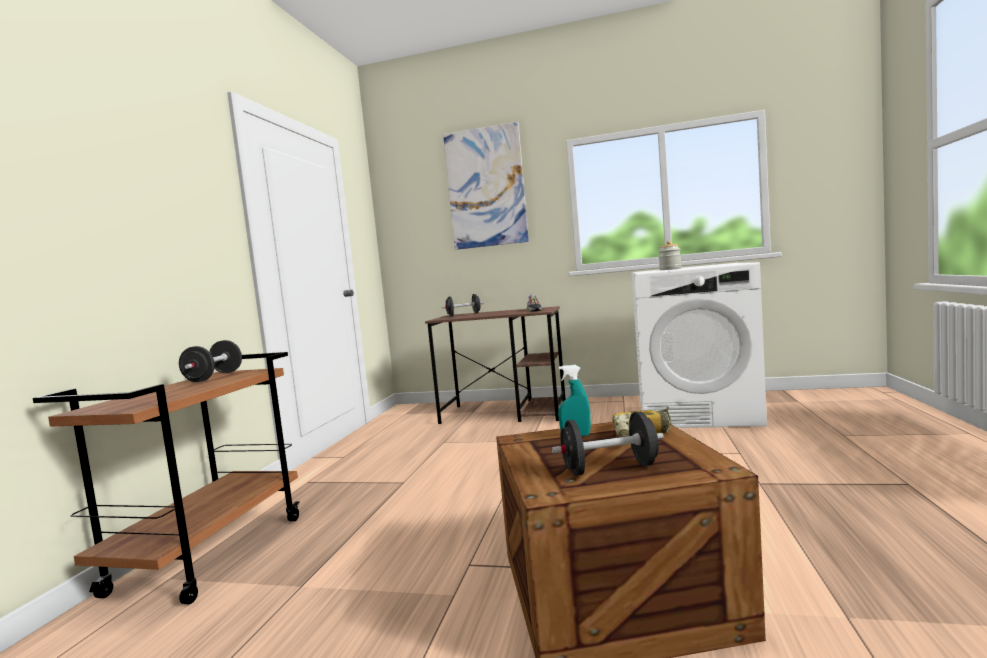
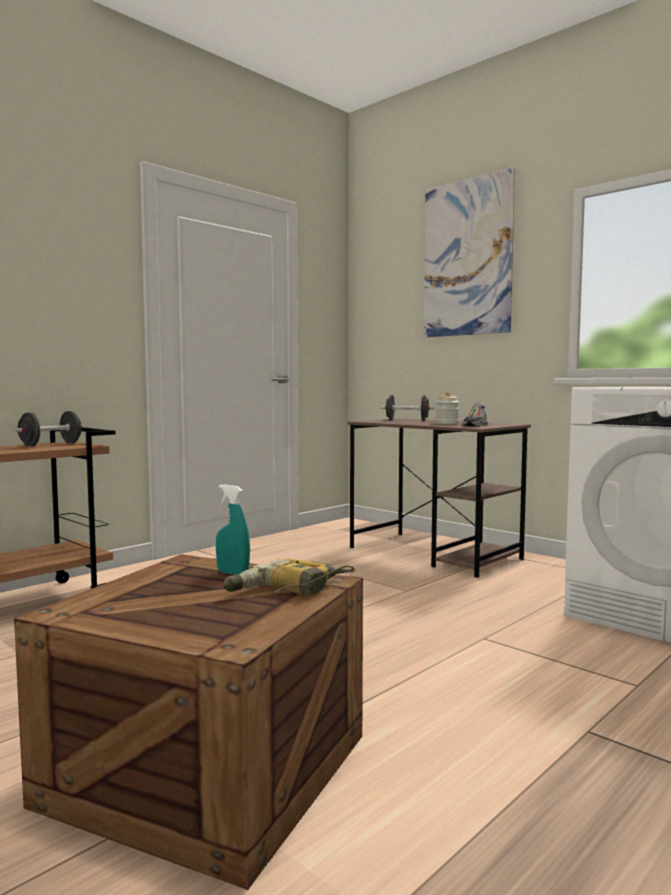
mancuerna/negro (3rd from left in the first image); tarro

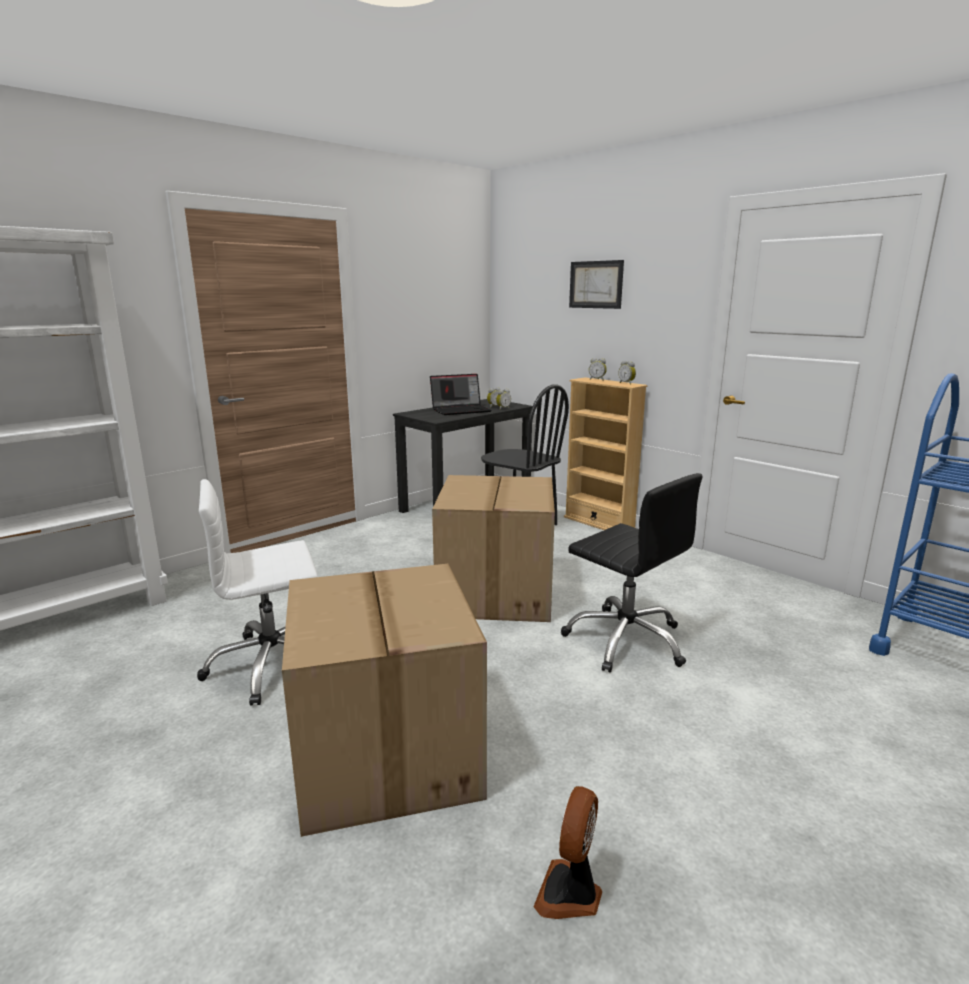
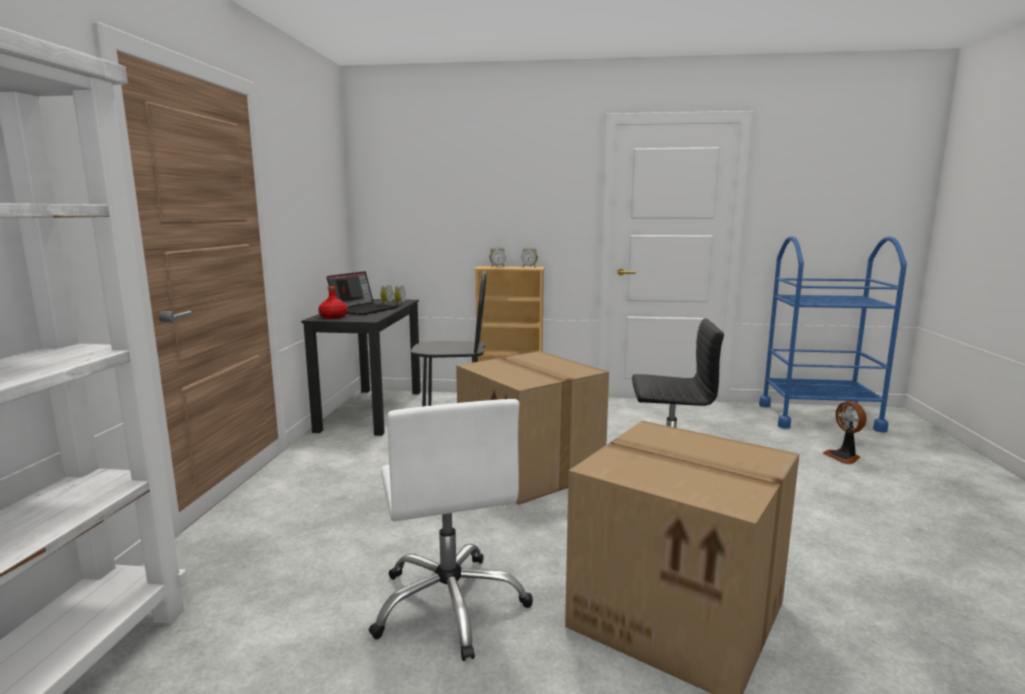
silla de oficina/blanco; ventilador; cuadro; botella/rojo

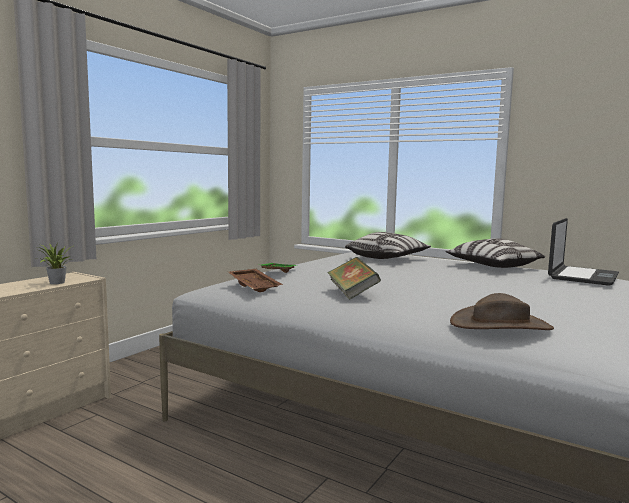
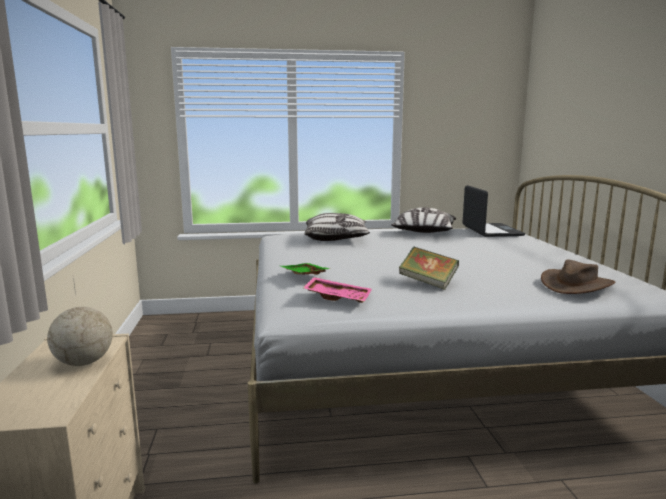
globo terráqueo; bandeja/rosa

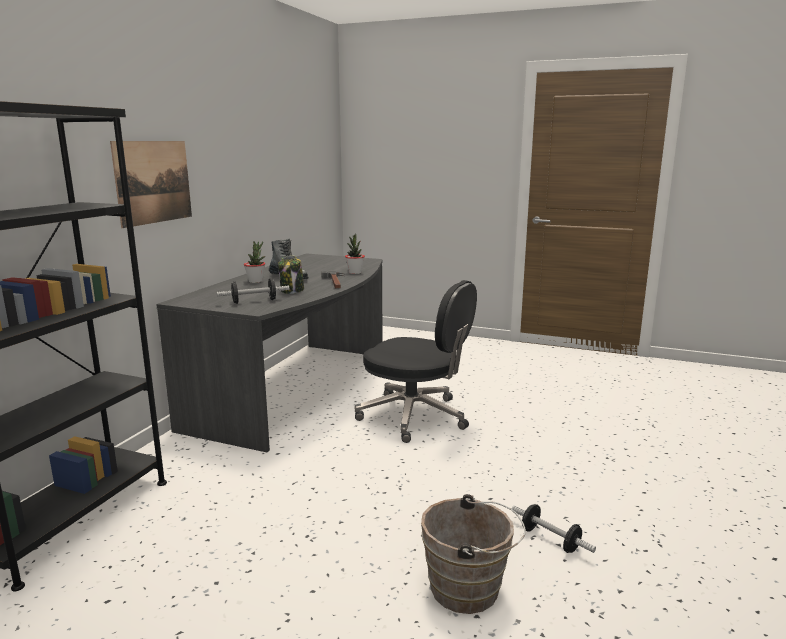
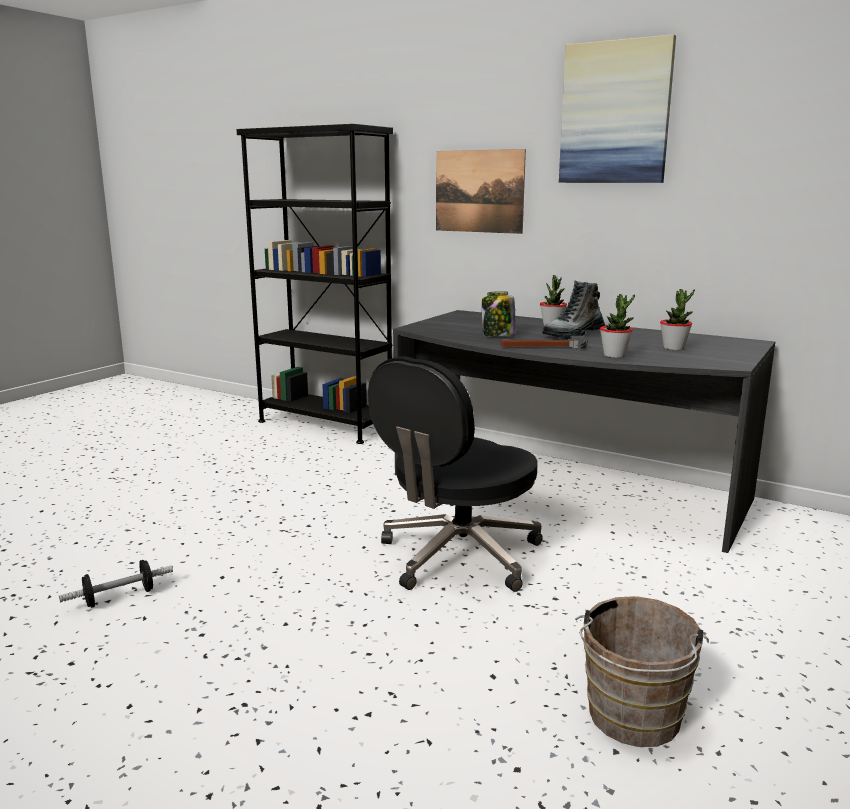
mancuerna (1st from left in the first image); cubo/marrón; cuadro (2nd from left); planta en maceta (3rd from left)

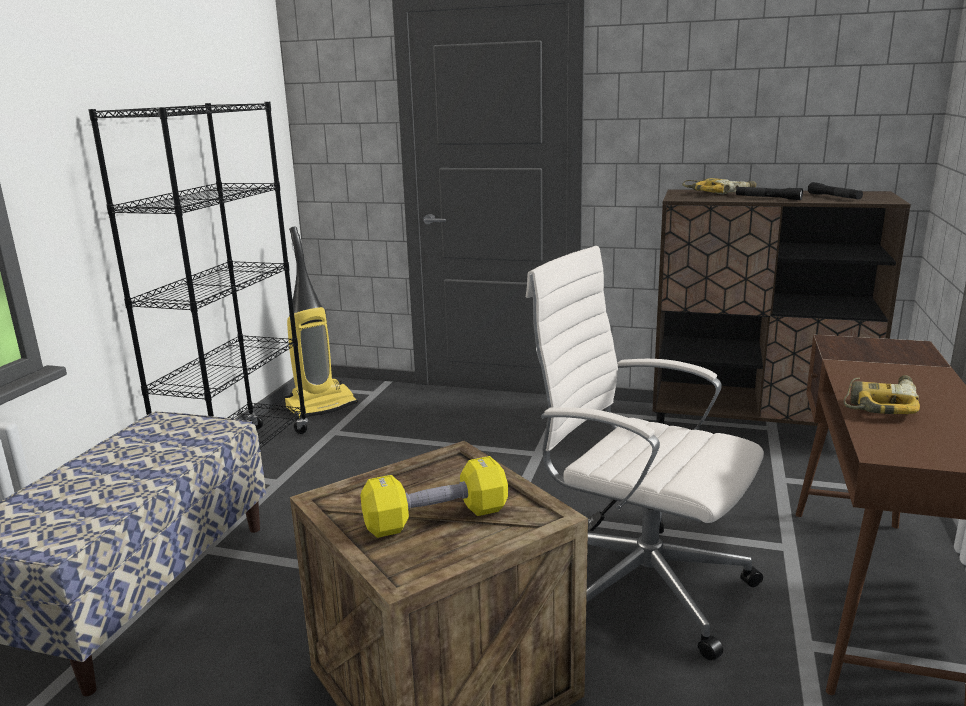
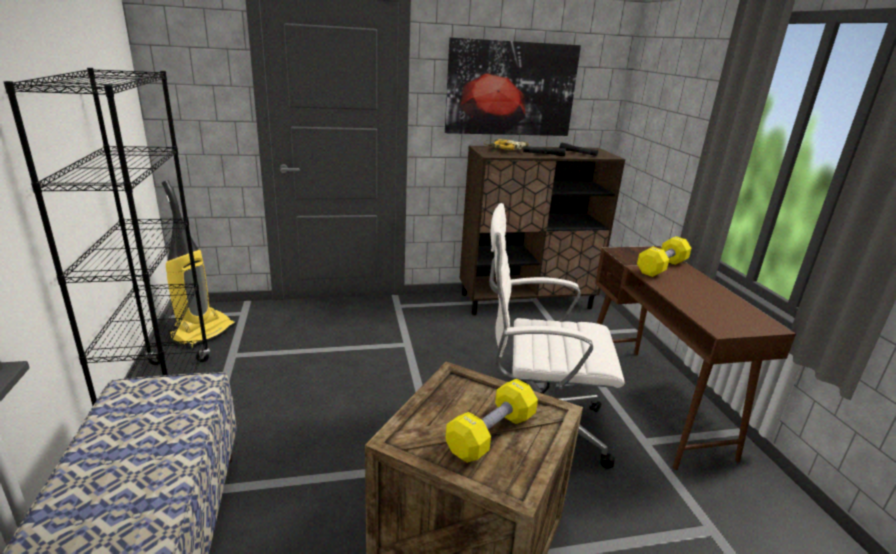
taladro (2nd from left in the first image); cuadro; mancuerna/amarillo (2nd from left)

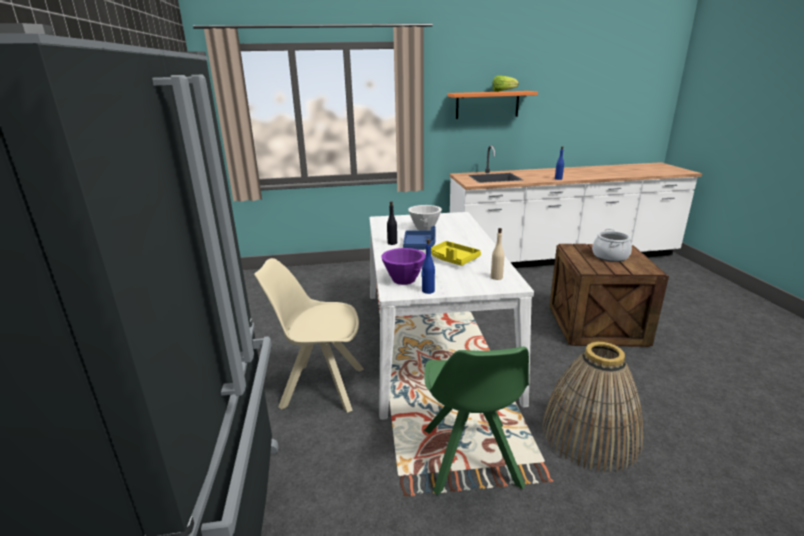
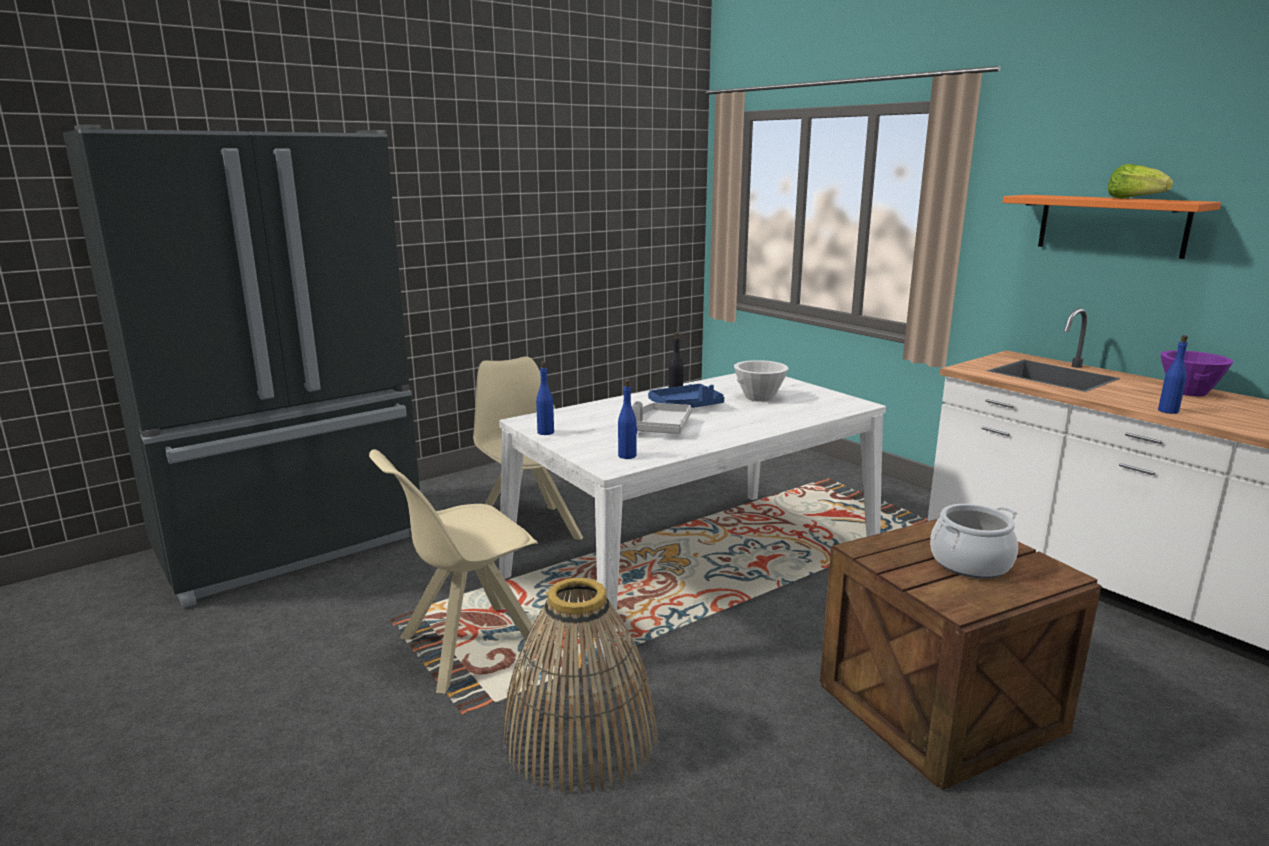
cuenco/morado; silla/beis (1st from left); bandeja/gris; botella/azul (2nd from left)

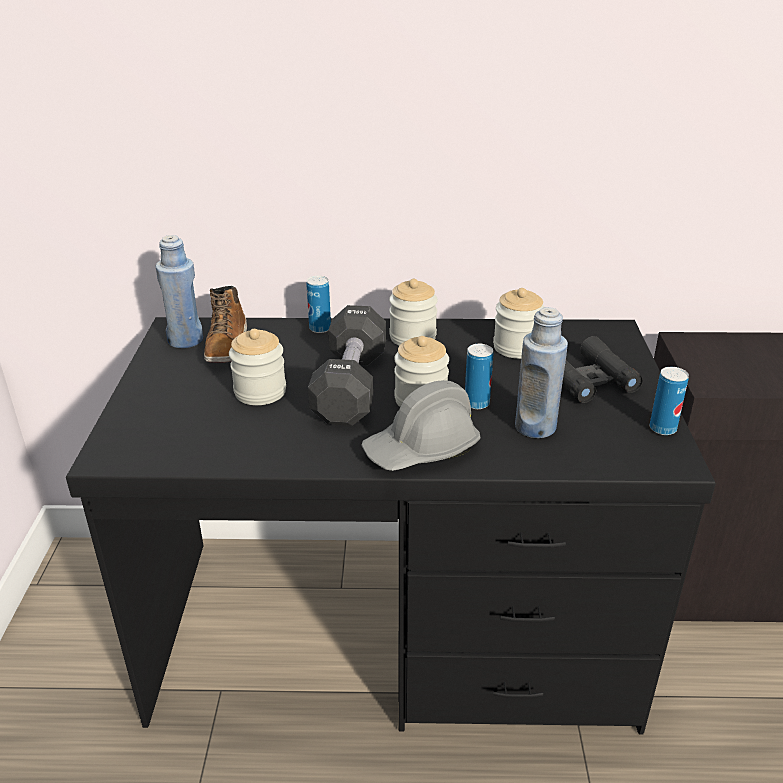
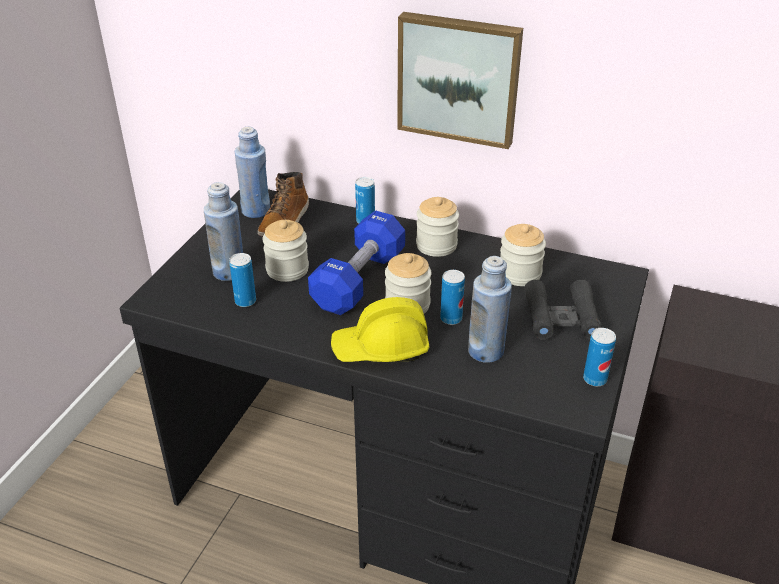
mancuerna/azul; casco/amarillo; botella/azul (1st from left); lata (1st from left); cuadro

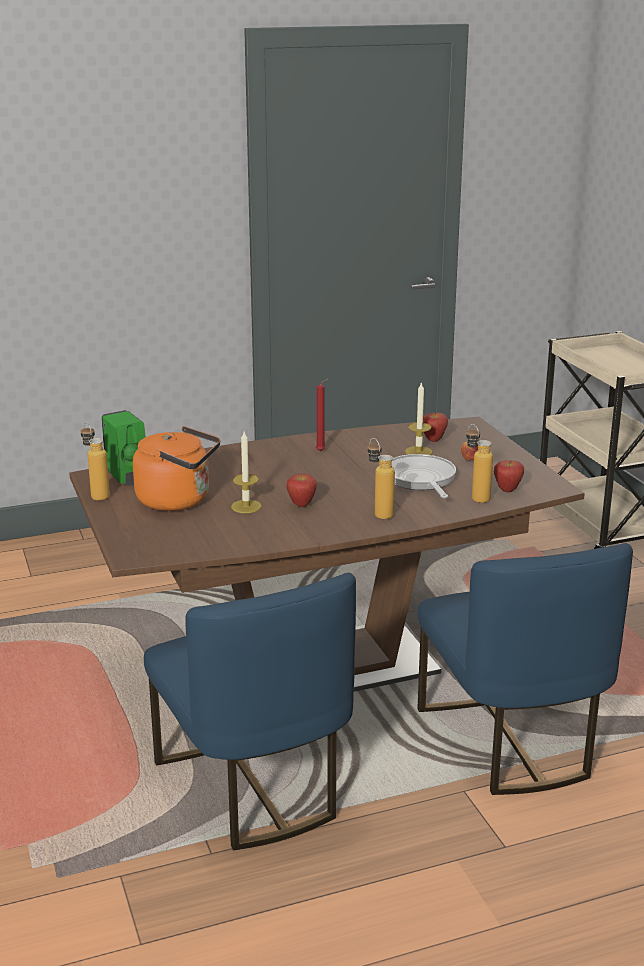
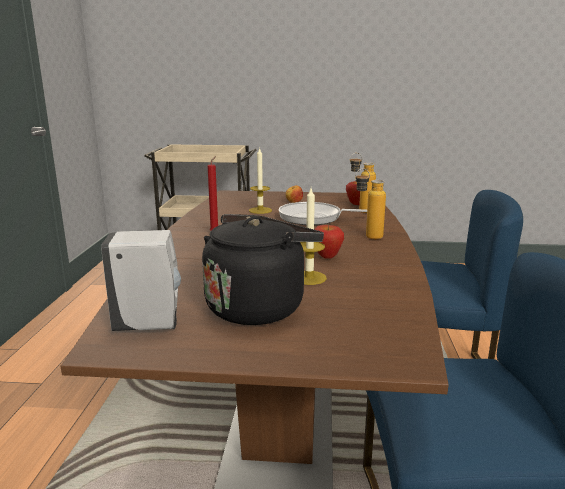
botella (1st from left in the first image); dispensador de jabón/blanco; hervidor/negro; manzana (2nd from left in the first image)

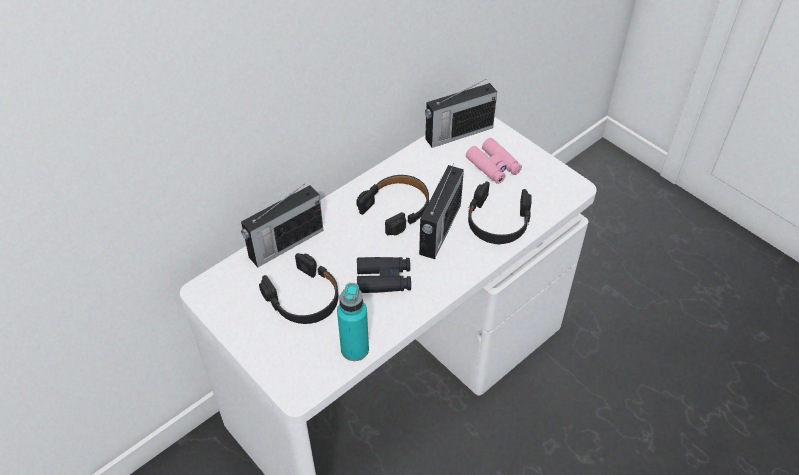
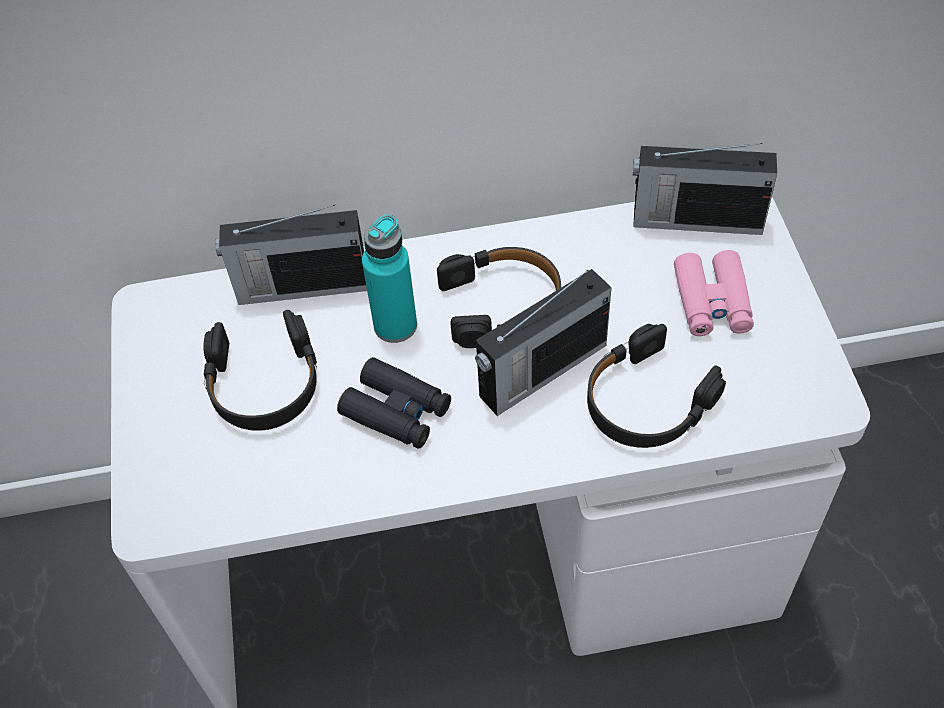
botella/turquesa

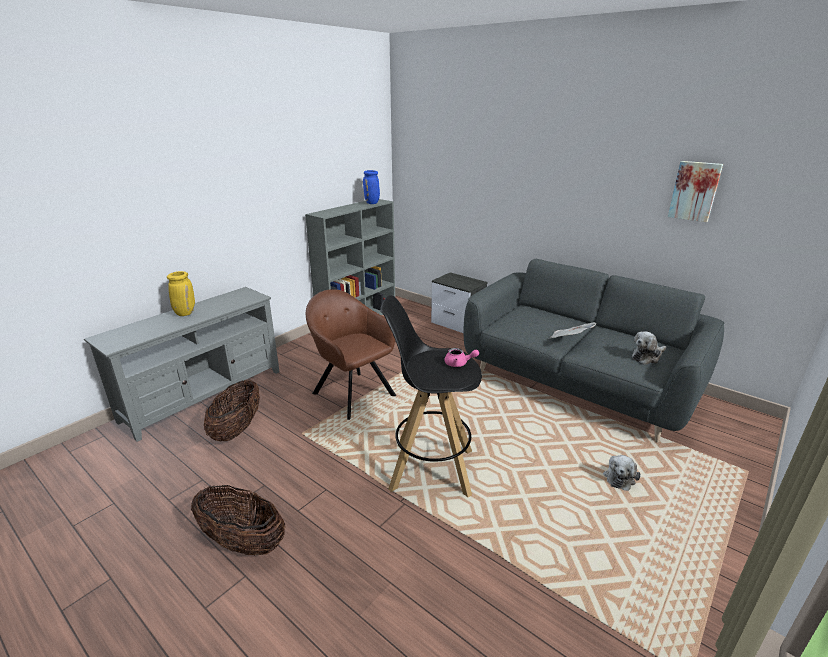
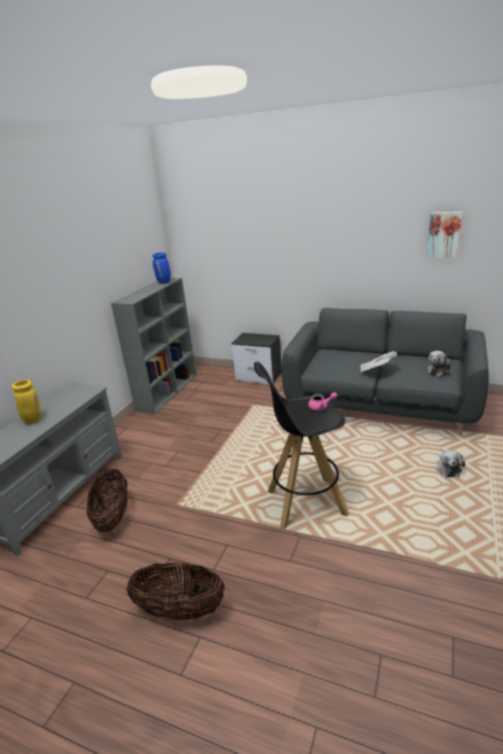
sillón/marrón

